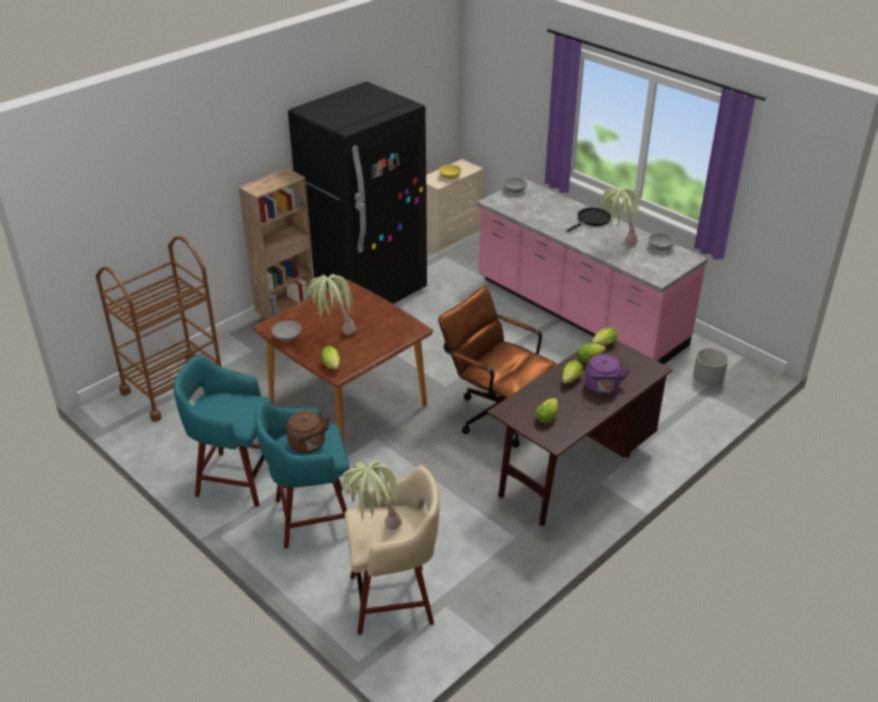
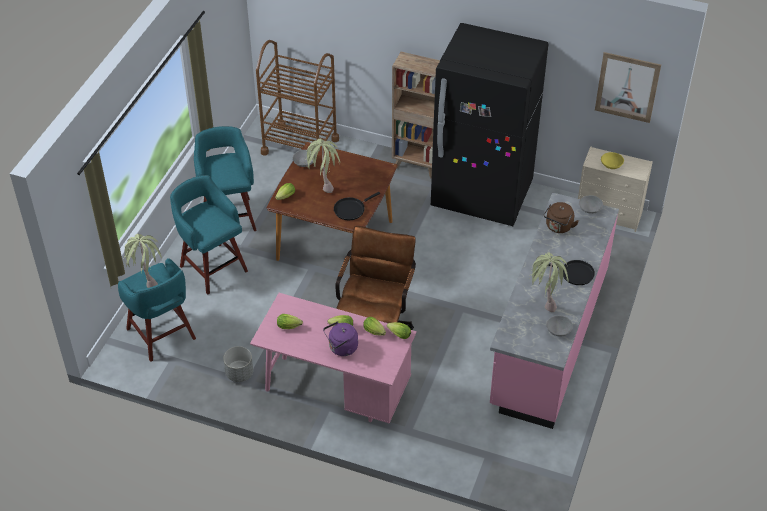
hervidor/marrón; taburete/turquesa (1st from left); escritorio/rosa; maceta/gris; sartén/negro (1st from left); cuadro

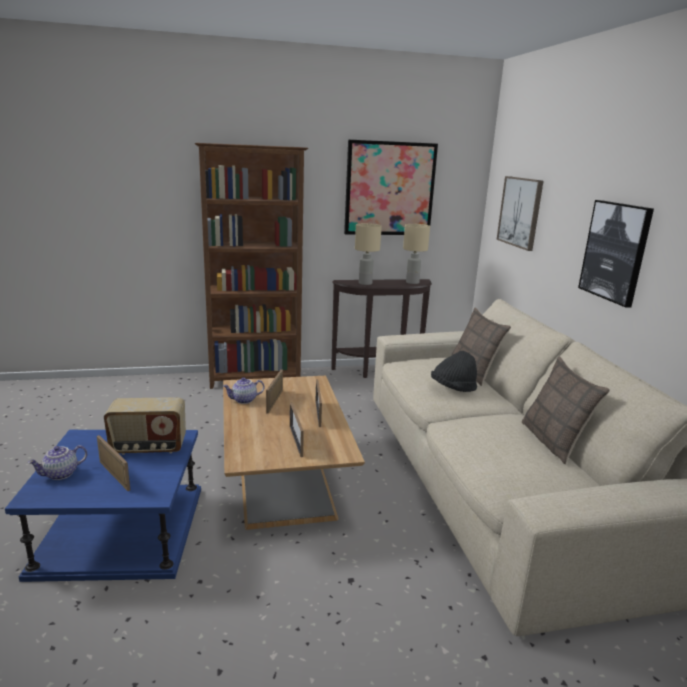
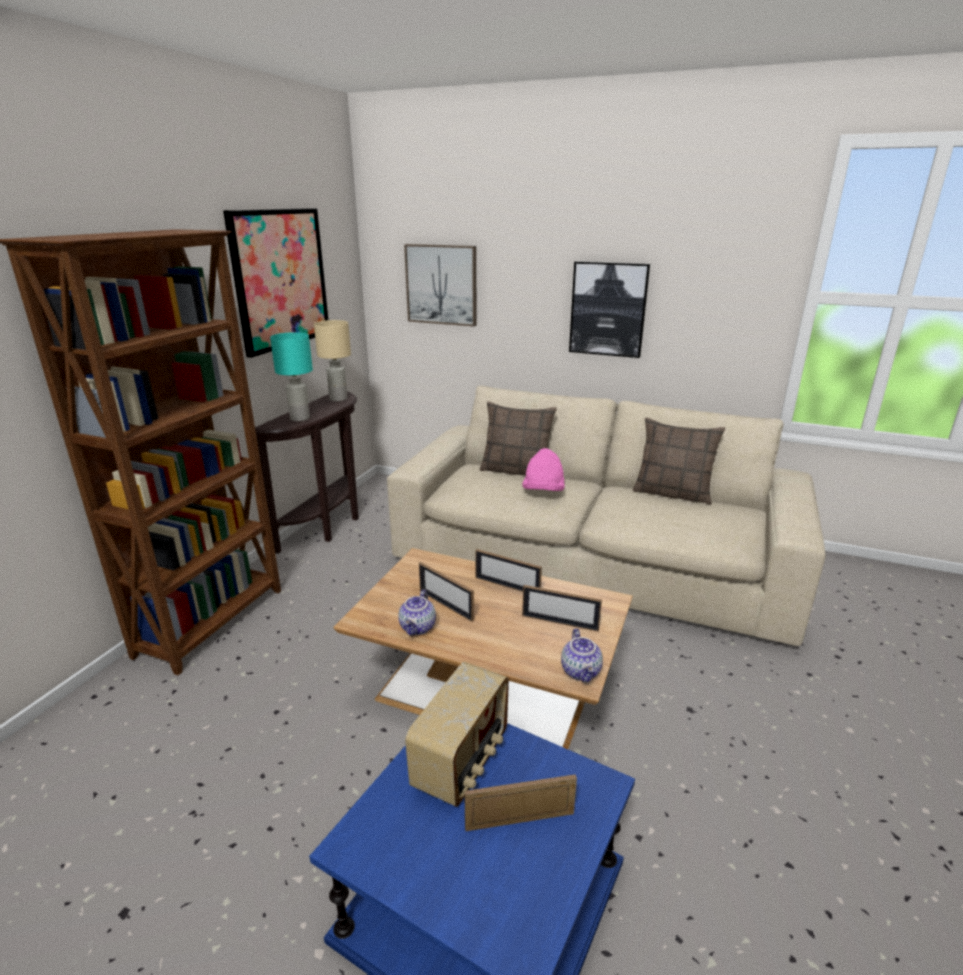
tetera (2nd from left); lámpara de mesa/turquesa; sombrero/rosa

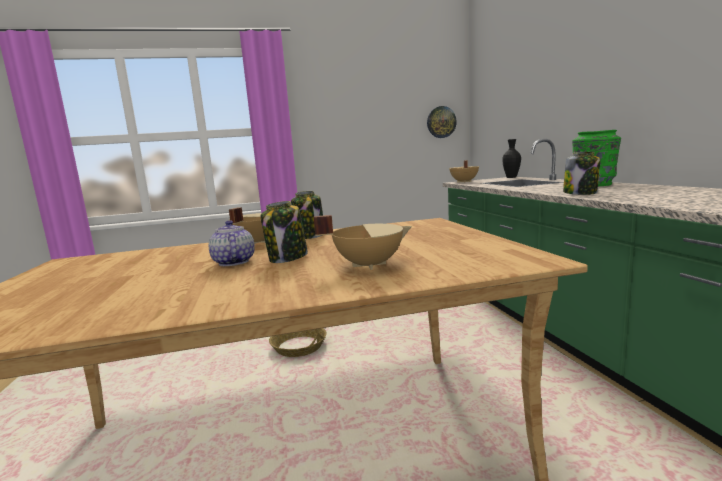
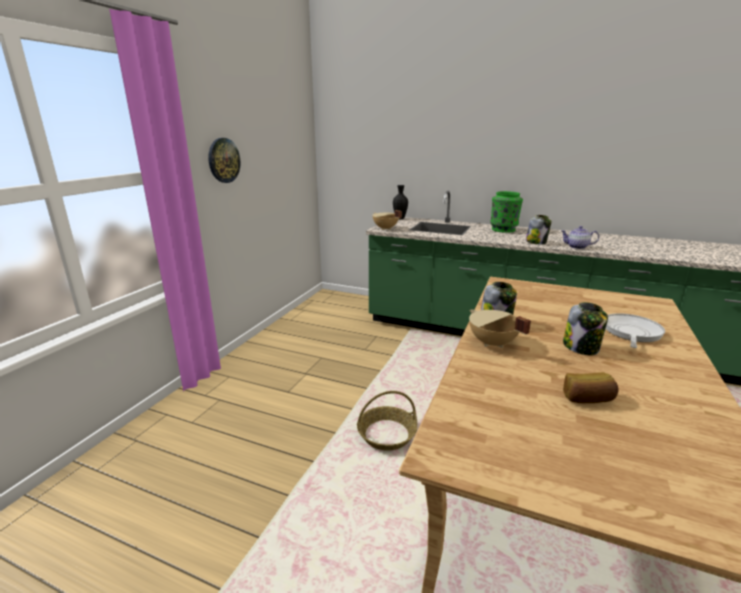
tetera; sartén; reloj de pared; pan

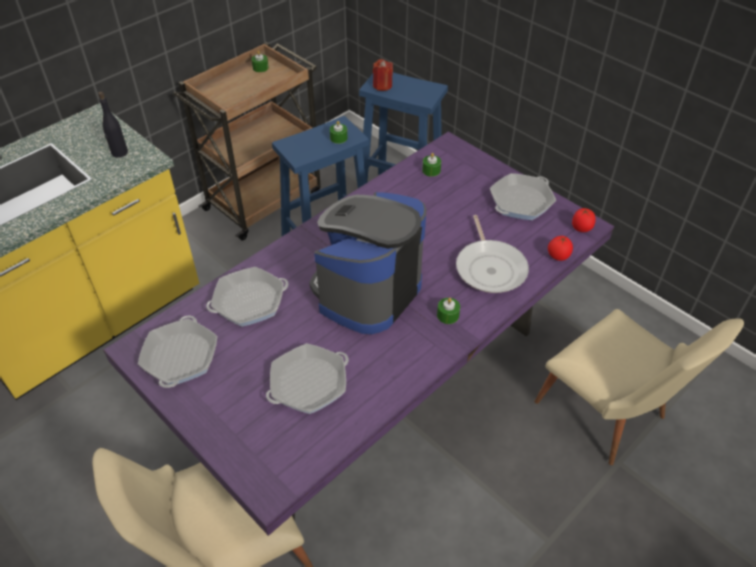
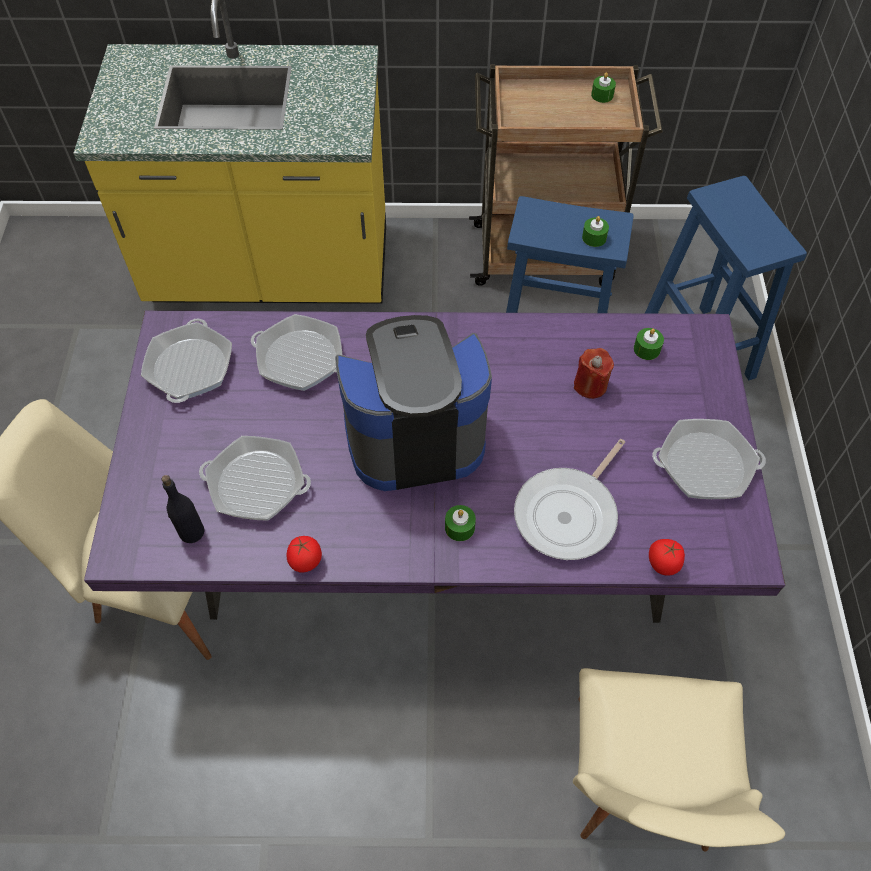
botella/negro; sartén (1st from left); vela/rojo; tomate (1st from left)

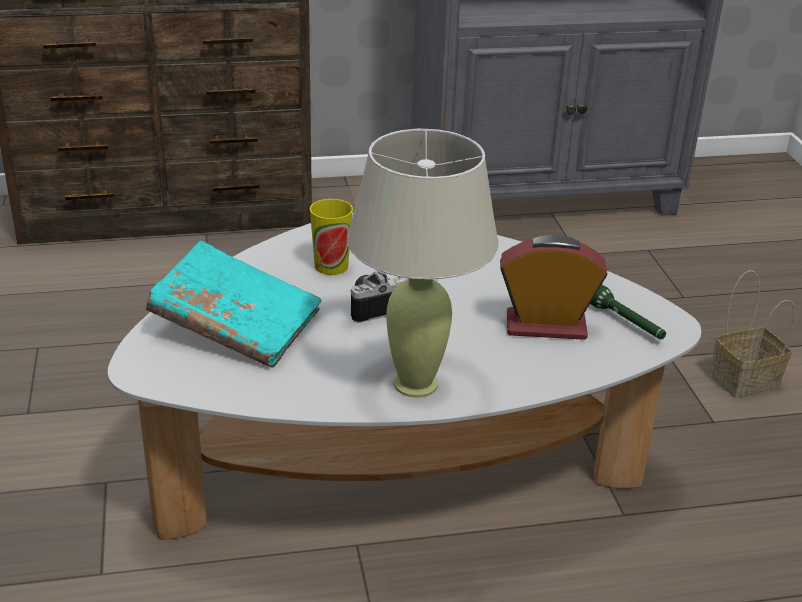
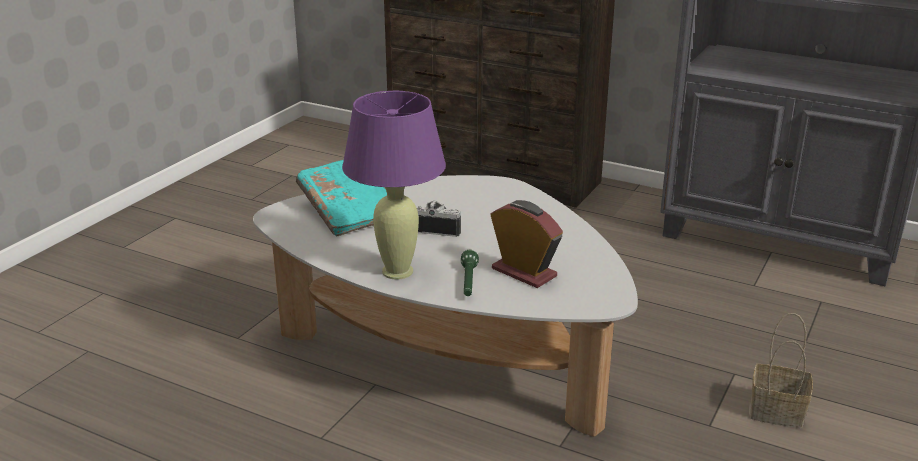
taza; lámpara de mesa/morado; linterna/verde

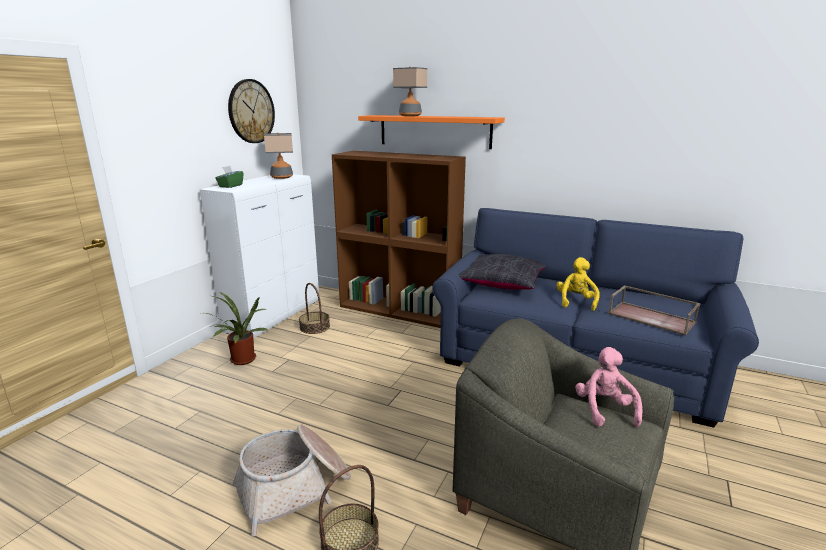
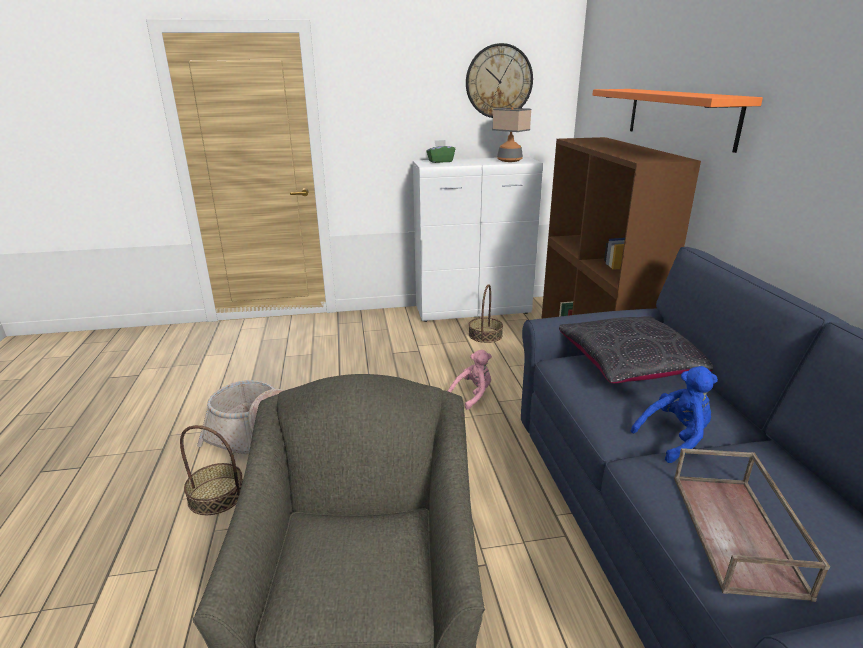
planta en maceta; lámpara de mesa (2nd from left in the first image); peluche/azul; peluche/rosa

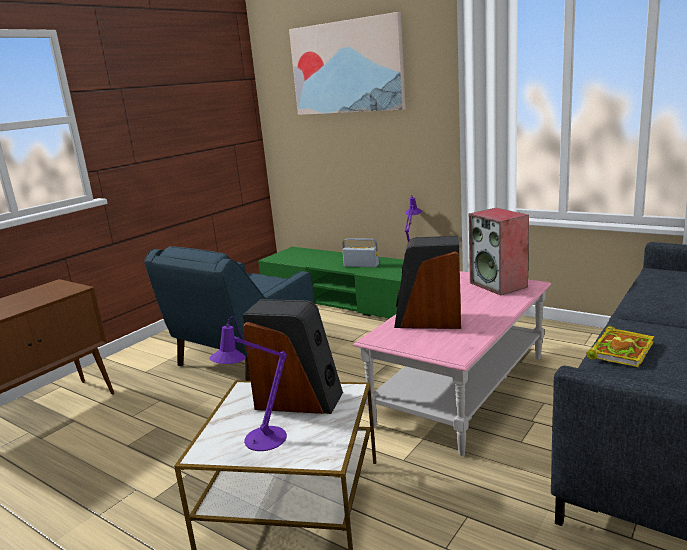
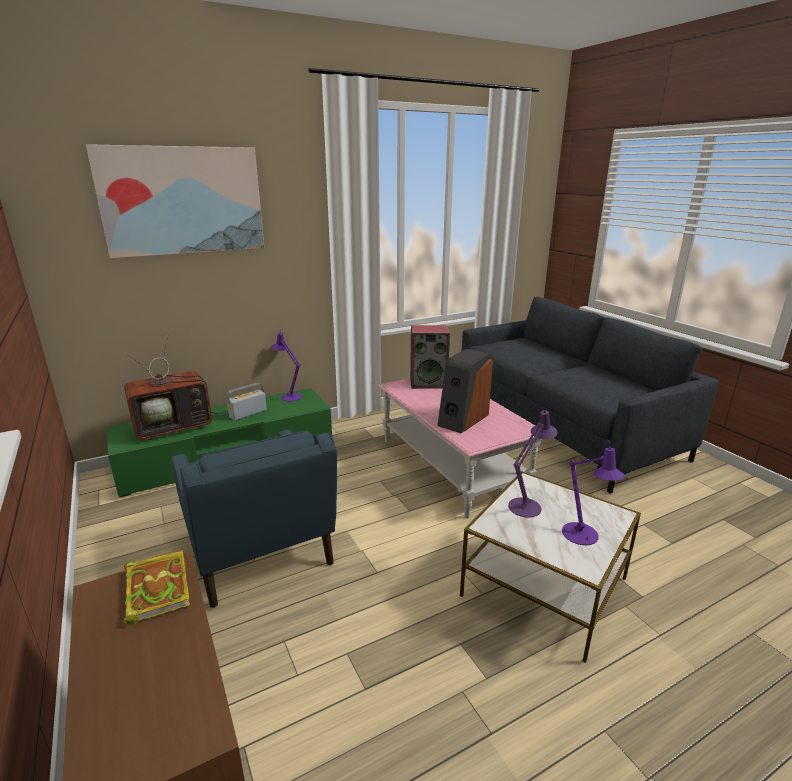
lámpara de mesa/morado (2nd from left); libro; televisor

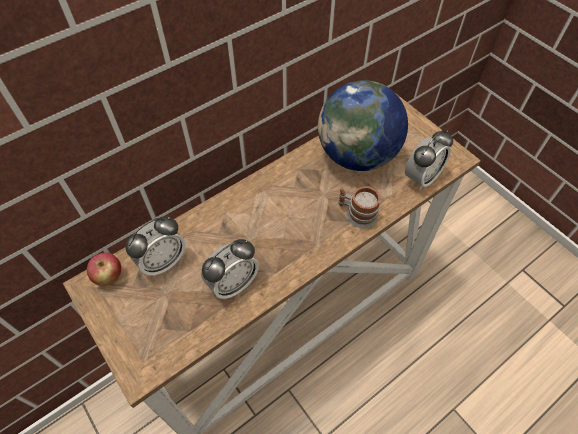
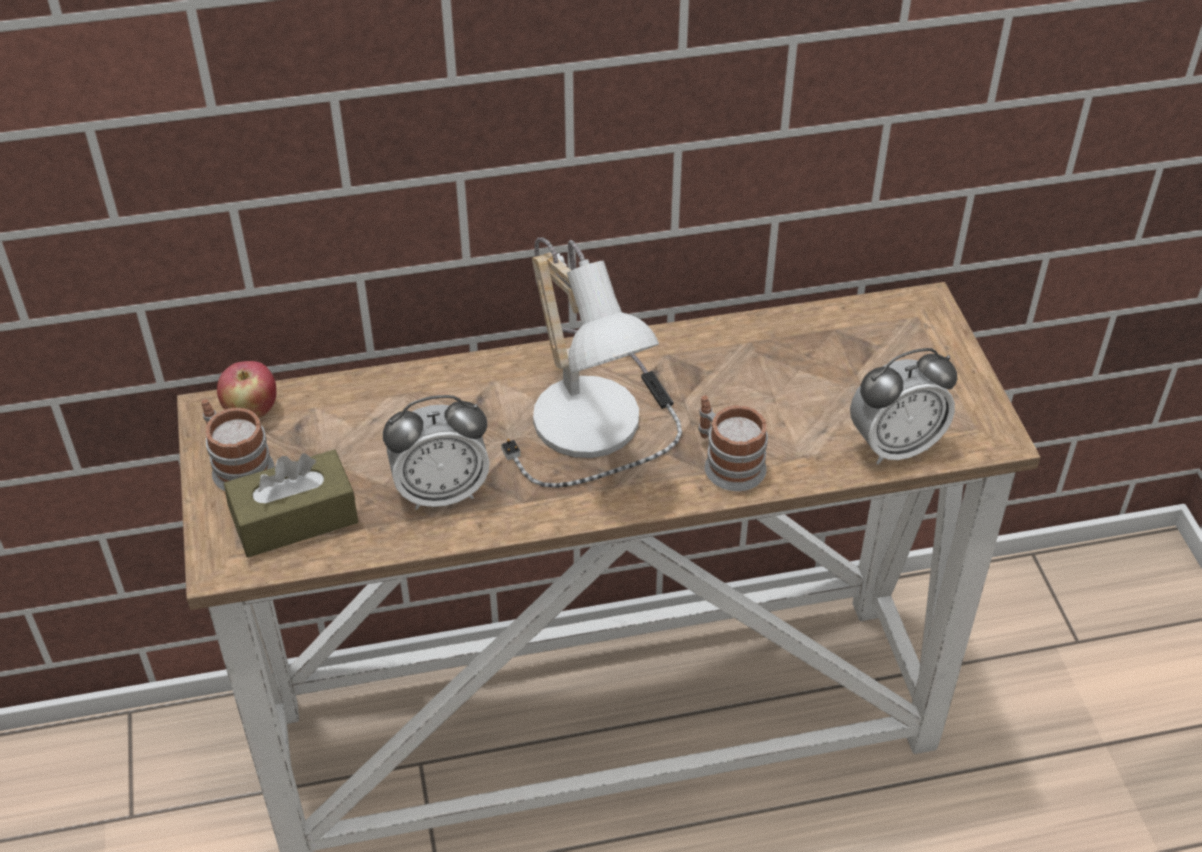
despertador (1st from left in the first image); globo terráqueo; taza grande (1st from left); caja de pañuelos/marrón; lámpara de mesa

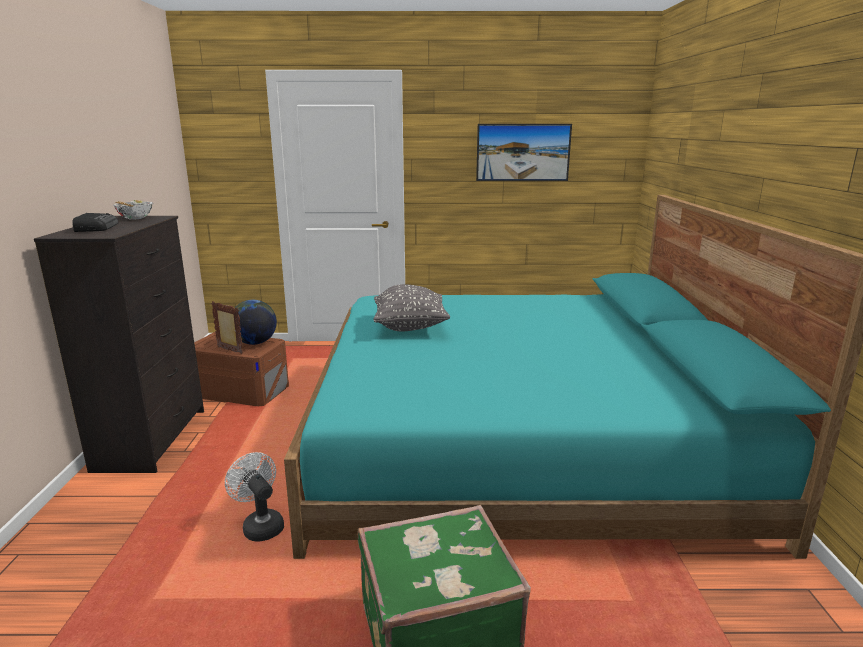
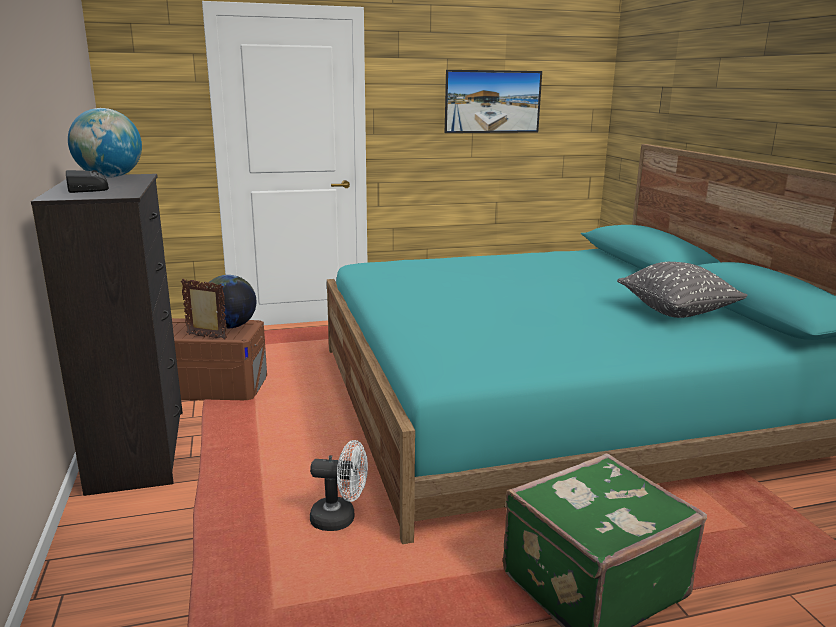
globo terráqueo (1st from left); ventilador/blanco; cojín/gris

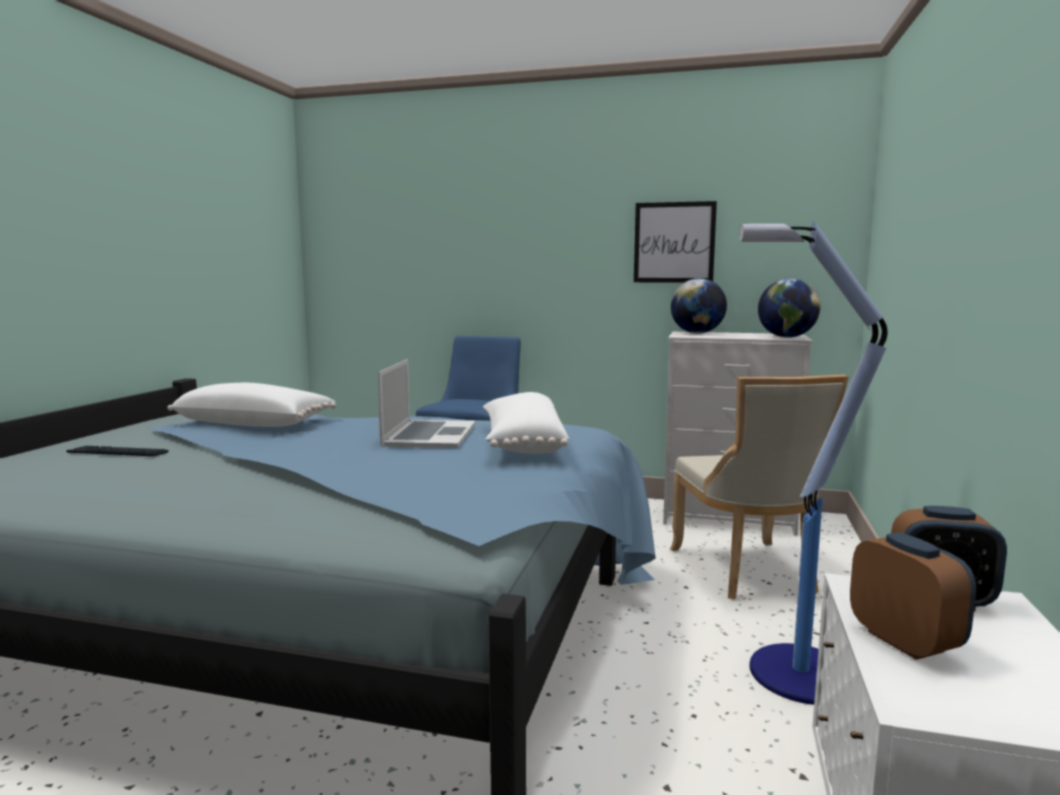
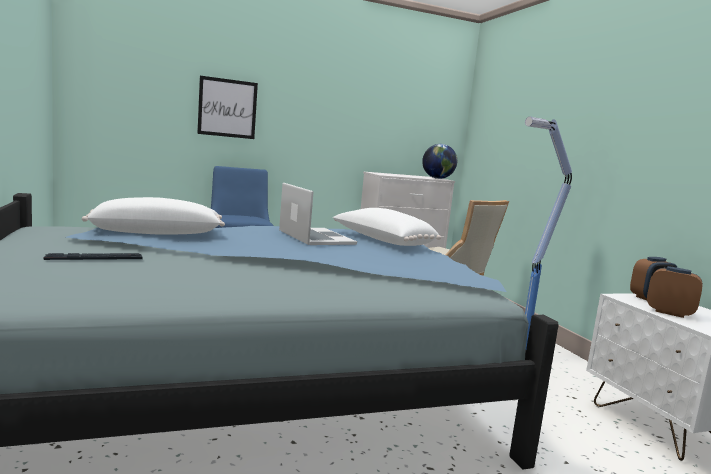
cuadro; globo terráqueo (1st from left in the first image)

